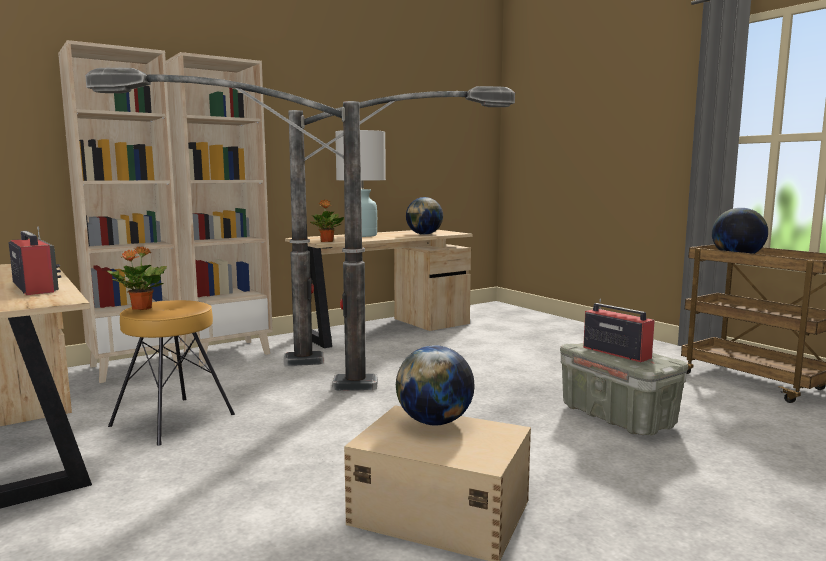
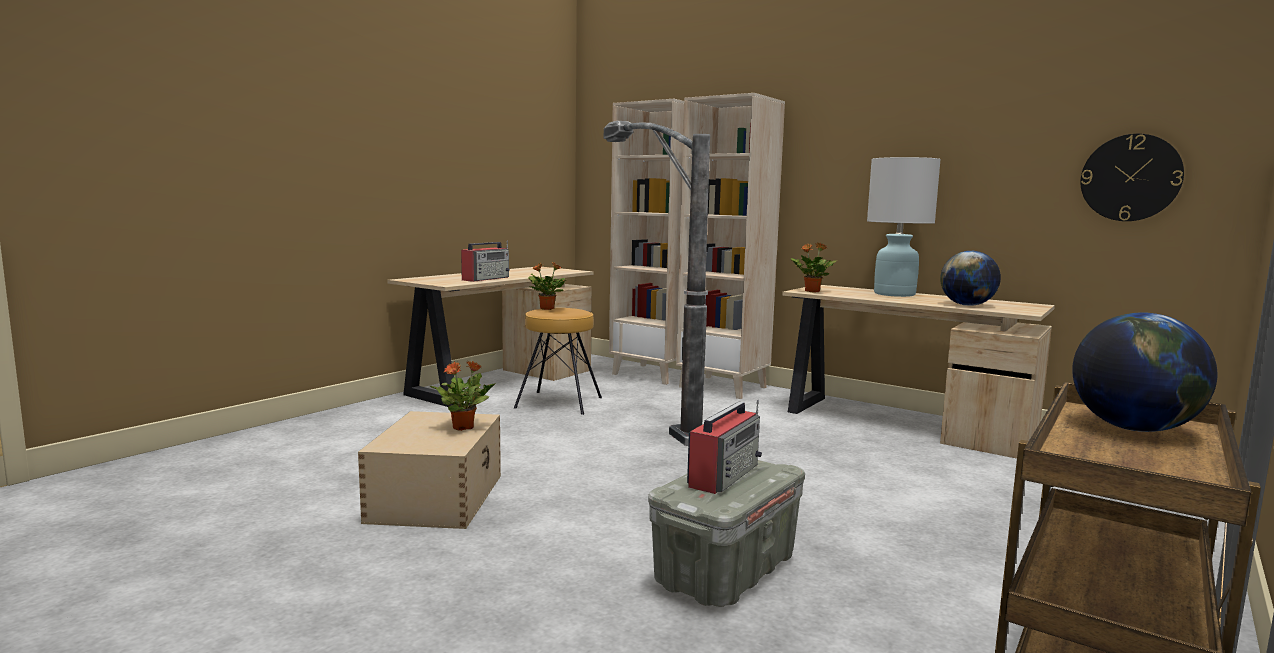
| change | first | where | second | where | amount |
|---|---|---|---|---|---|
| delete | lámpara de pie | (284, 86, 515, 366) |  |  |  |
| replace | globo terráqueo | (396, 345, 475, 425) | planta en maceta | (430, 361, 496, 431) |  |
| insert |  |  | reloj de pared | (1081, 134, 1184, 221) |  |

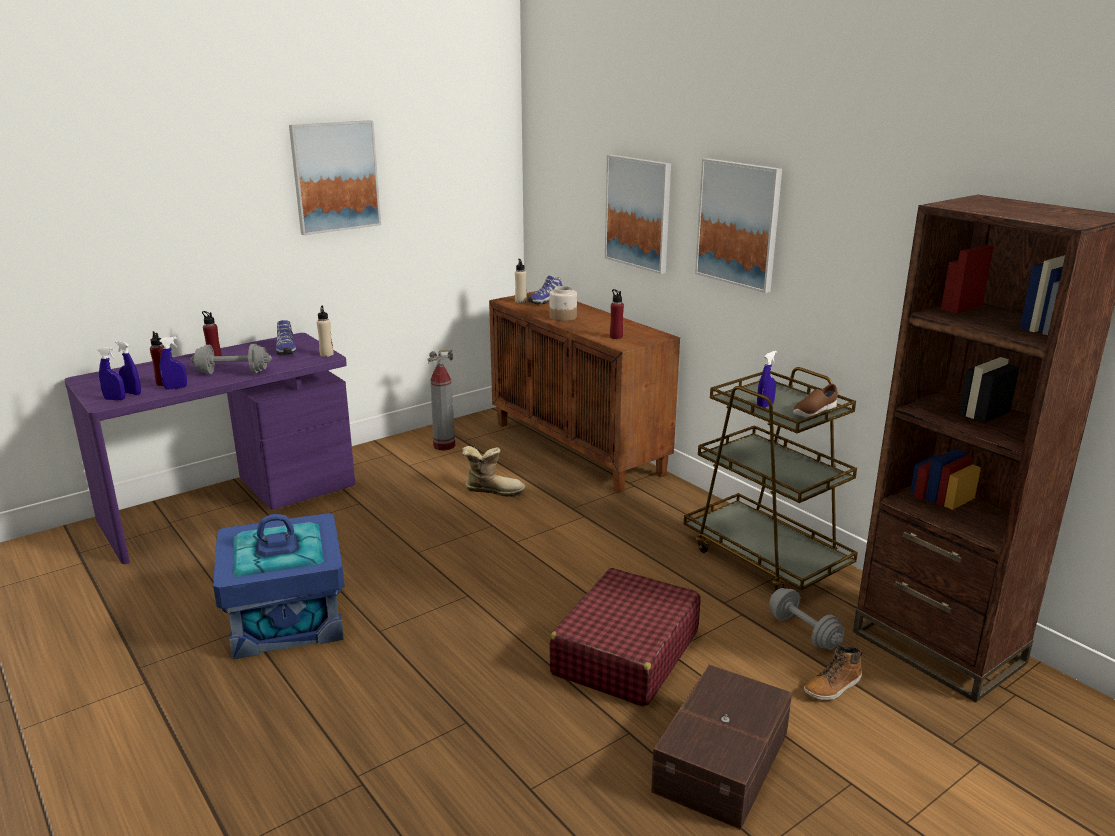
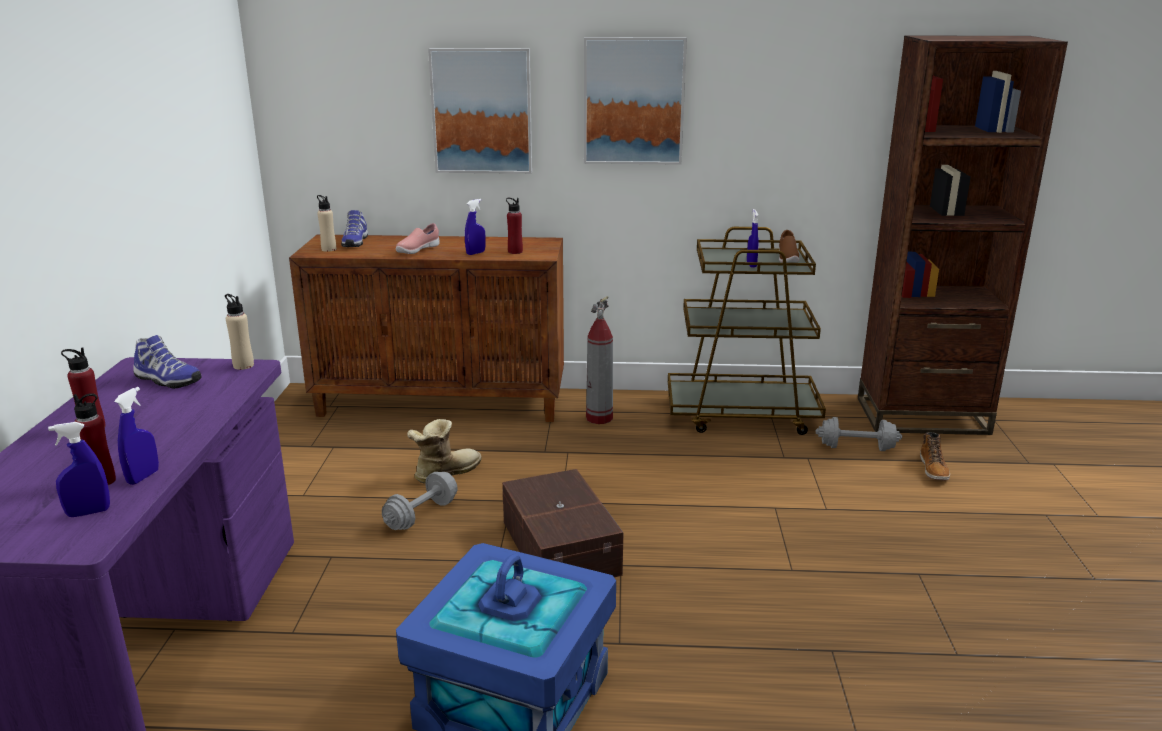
| change | first | where | second | where | amount |
|---|---|---|---|---|---|
| move | pulverizador (azul) | (97, 347, 125, 400) |  | (465, 199, 486, 255) |  |
| move | mancuerna (gris) | (190, 344, 272, 374) |  | (382, 472, 458, 530) |  |
| delete | cuadro | (289, 120, 381, 235) |  |  |  |
| move | extintor | (427, 349, 455, 451) |  | (586, 296, 613, 424) |  |
| replace | tarro | (549, 286, 577, 321) | zapato (rosa) | (396, 223, 440, 254) |  |
| delete | maleta (rojo) | (549, 568, 701, 707) |  |  |  |
| move | caja de almacenaje (marrón) | (651, 665, 792, 830) |  | (502, 469, 623, 577) |  |

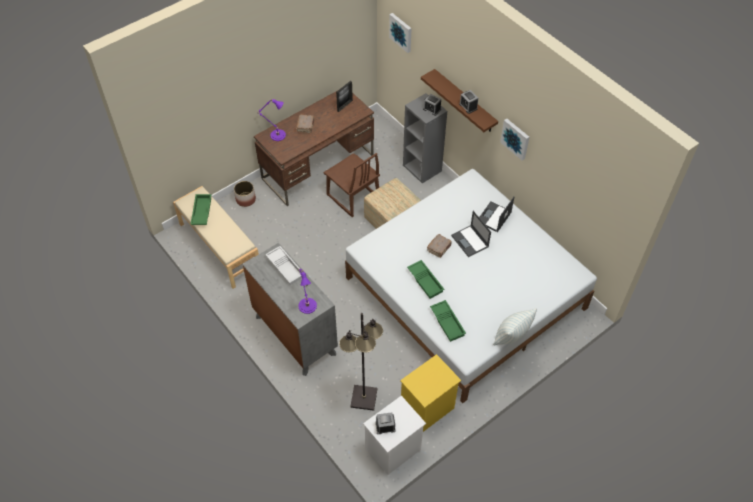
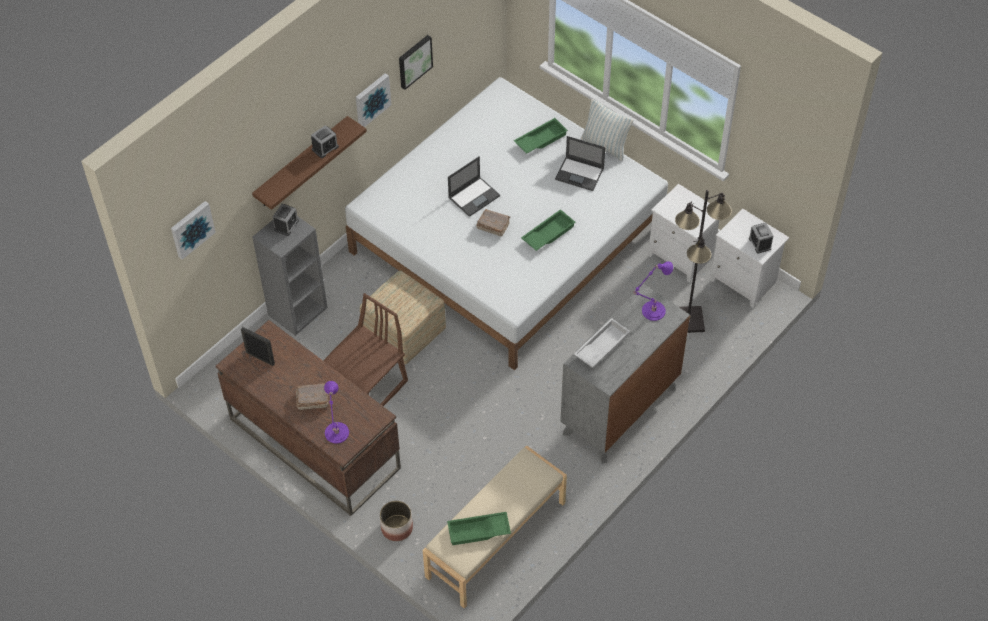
| change | first | where | second | where | amount |
|---|---|---|---|---|---|
| recolor | mesita de noche (amarillo) | (400, 354, 461, 432) | mesita de noche (blanco) | (648, 184, 719, 283) |  |
| move | bandeja (verde) | (430, 300, 466, 342) |  | (514, 118, 568, 154) |  |
| move | portátil | (479, 196, 515, 232) |  | (555, 136, 605, 191) |  |
| insert |  |  | cuadro | (399, 35, 433, 90) |  |

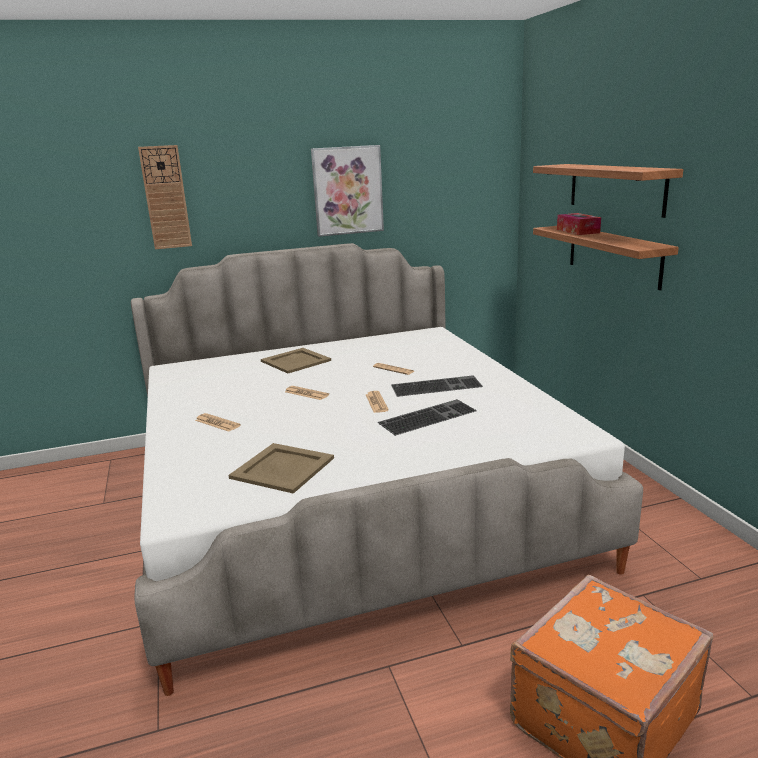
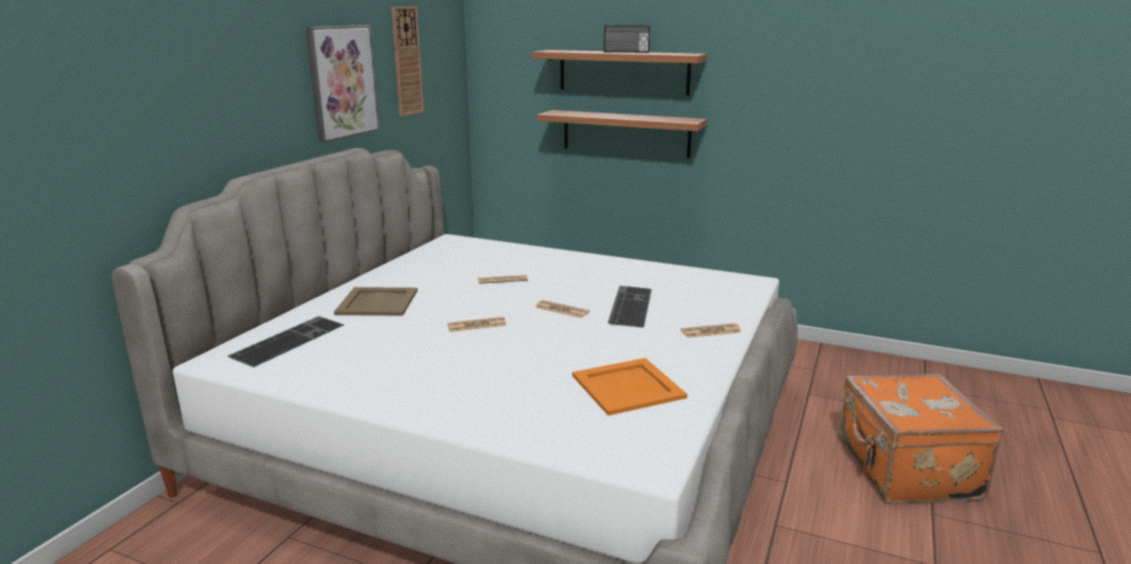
| change | first | where | second | where | amount |
|---|---|---|---|---|---|
| move | reloj de pared | (138, 145, 192, 249) |  | (391, 7, 424, 117) |  |
| move | periódico | (195, 413, 241, 432) |  | (681, 323, 741, 338) |  |
| recolor | bandeja (beis) | (228, 443, 334, 494) | bandeja (naranja) | (572, 358, 687, 416) |  |
| move | teclado | (391, 375, 483, 397) |  | (228, 316, 344, 367) |  |
| delete | caja de pañuelos | (557, 213, 601, 235) |  |  |  |
| insert |  |  | radio | (604, 25, 650, 53) |  |

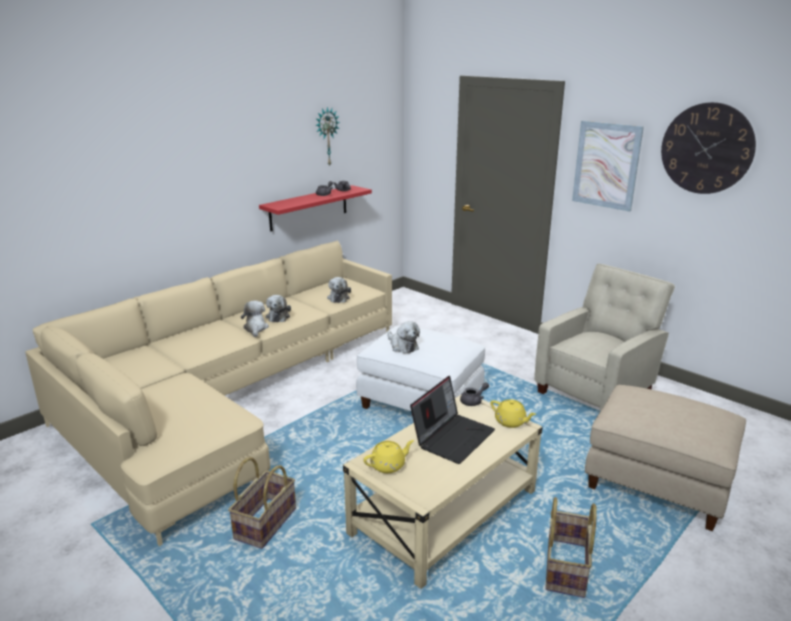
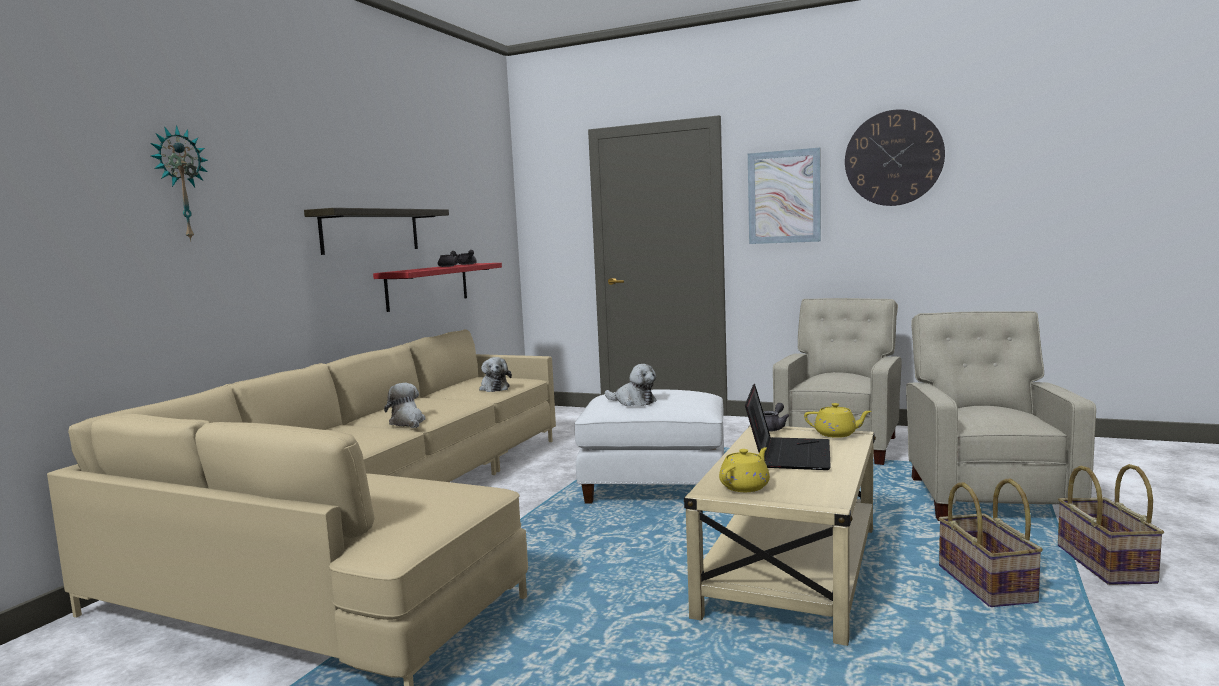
| change | first | where | second | where | amount |
|---|---|---|---|---|---|
| move | cesta | (228, 457, 296, 549) |  | (1058, 464, 1164, 585) |  |
| delete | peluche | (266, 295, 291, 322) |  |  |  |
| move | reloj de pared | (316, 107, 340, 166) |  | (151, 125, 208, 241) |  |
| replace | puf (beis) | (585, 385, 746, 531) | sillón (beis) | (906, 311, 1096, 521) |  |
| insert |  |  | estante | (304, 208, 449, 255) |  |

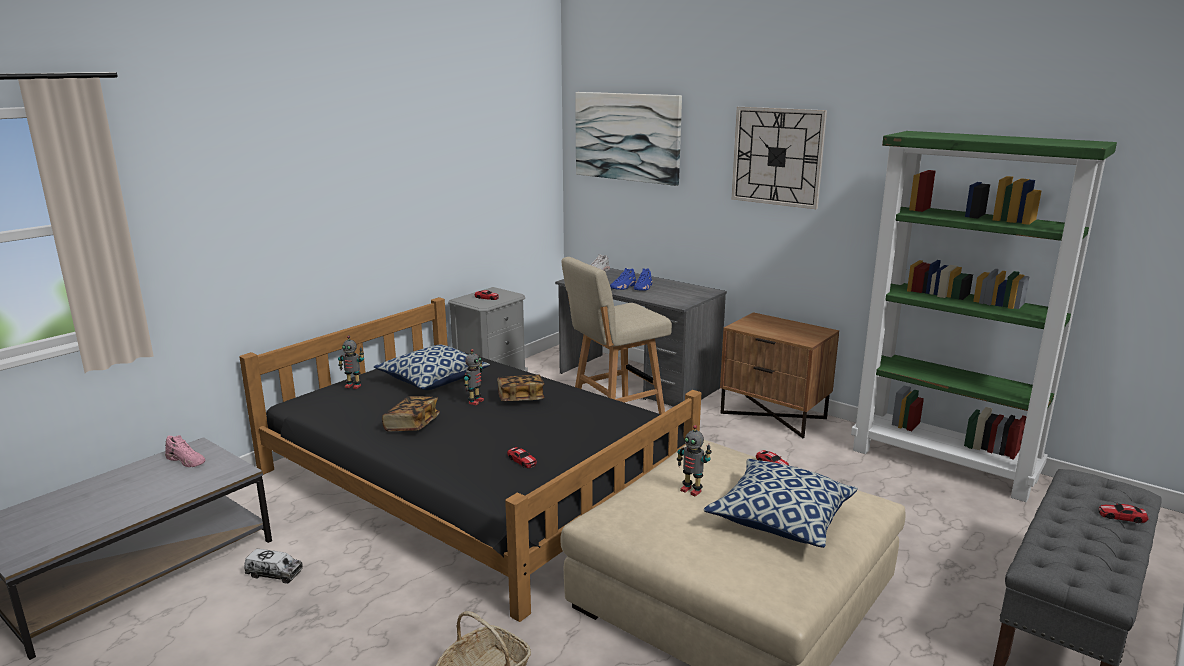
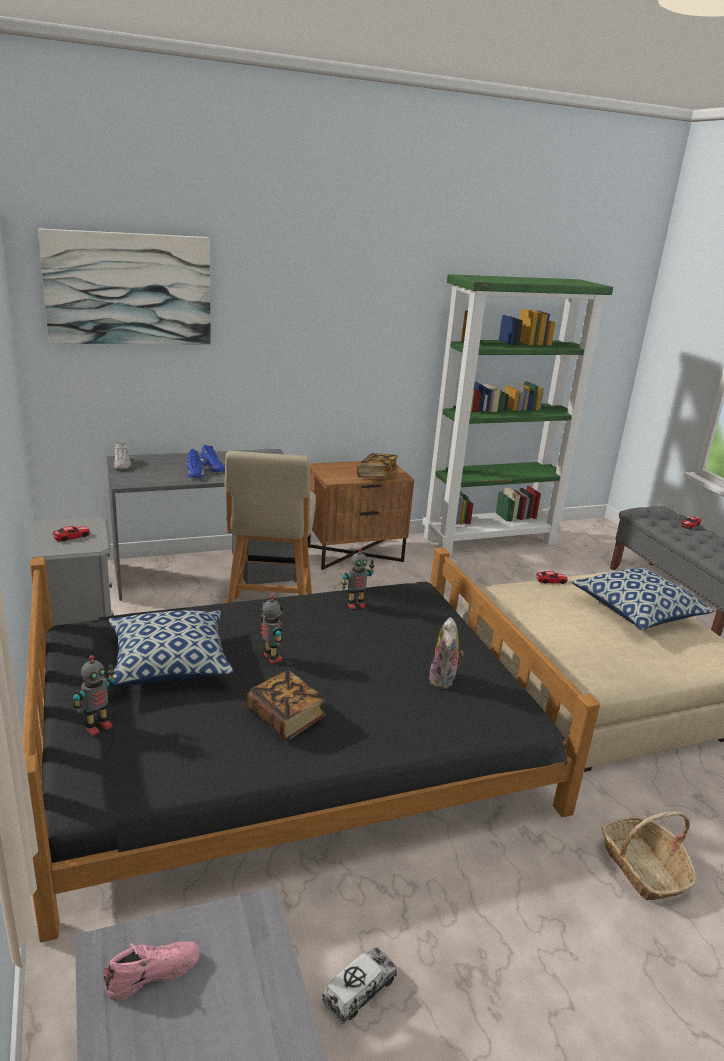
| change | first | where | second | where | amount |
|---|---|---|---|---|---|
| move | libro | (497, 374, 544, 401) |  | (357, 453, 398, 478) |  |
| replace | coche de juguete | (507, 447, 537, 468) | peluche | (429, 617, 464, 689) |  |
| move | robot de juguete | (677, 425, 712, 497) |  | (341, 548, 374, 609) |  |
| delete | reloj de pared | (732, 107, 827, 209) |  |  |  |

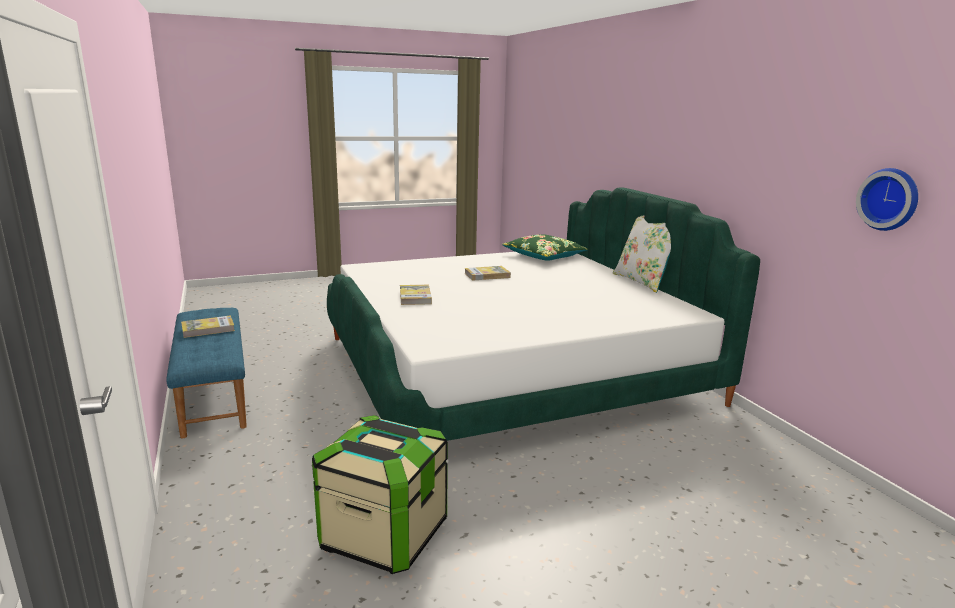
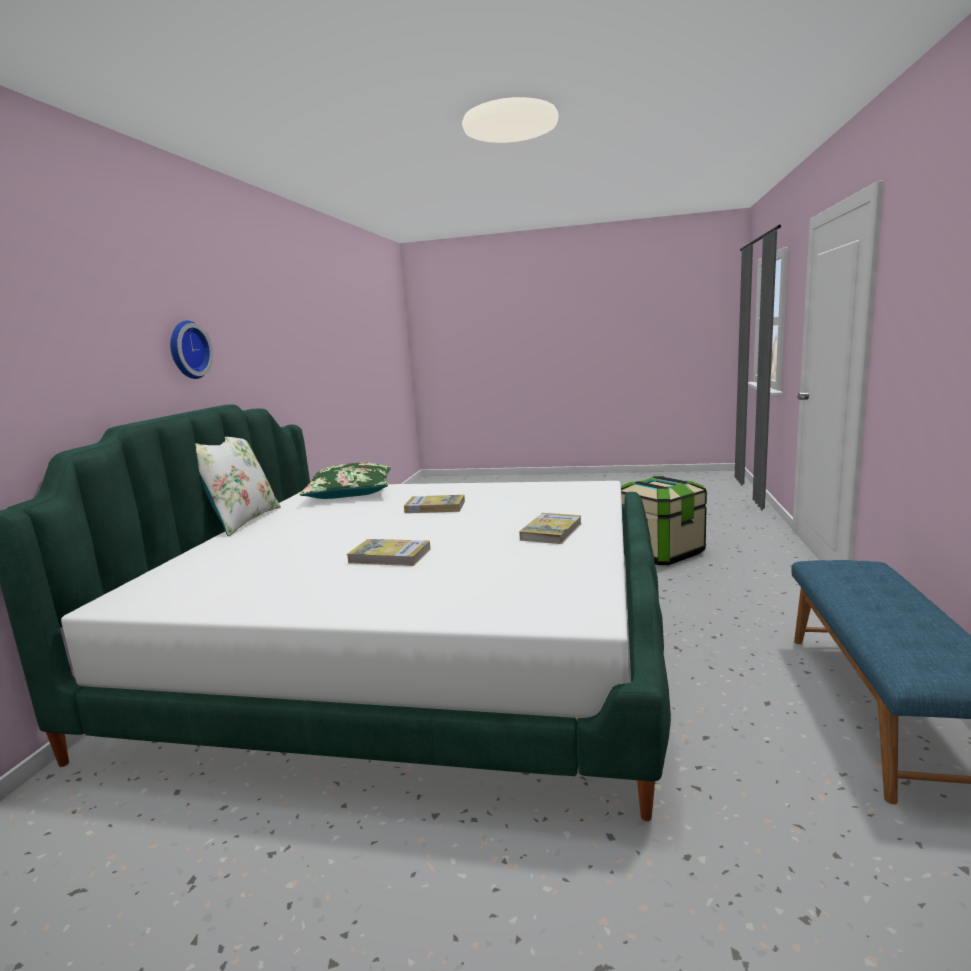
| change | first | where | second | where | amount |
|---|---|---|---|---|---|
| move | libro | (181, 315, 235, 338) |  | (404, 495, 465, 513) |  |
| move | cojín (verde) | (502, 234, 588, 261) |  | (300, 463, 391, 499) |  |
| move | reloj de pared | (856, 168, 918, 231) |  | (170, 321, 213, 379) |  |

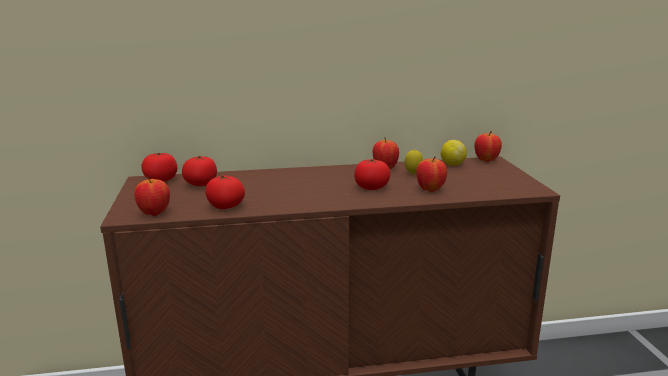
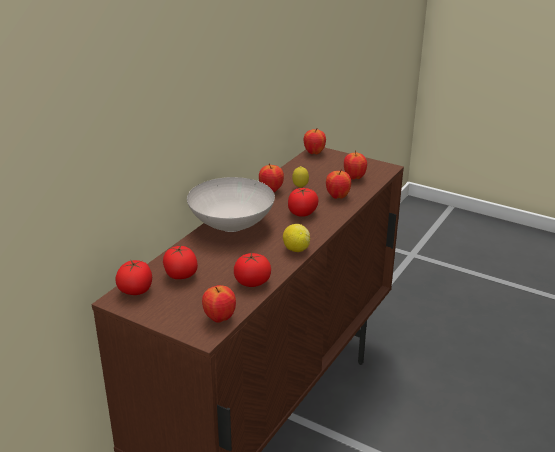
| change | first | where | second | where | amount |
|---|---|---|---|---|---|
| move | limón | (441, 140, 467, 166) |  | (283, 224, 310, 252) |  |
| insert |  |  | cuenco (blanco) | (187, 177, 275, 232) |  |
| insert |  |  | manzana | (344, 151, 367, 180) |  |

